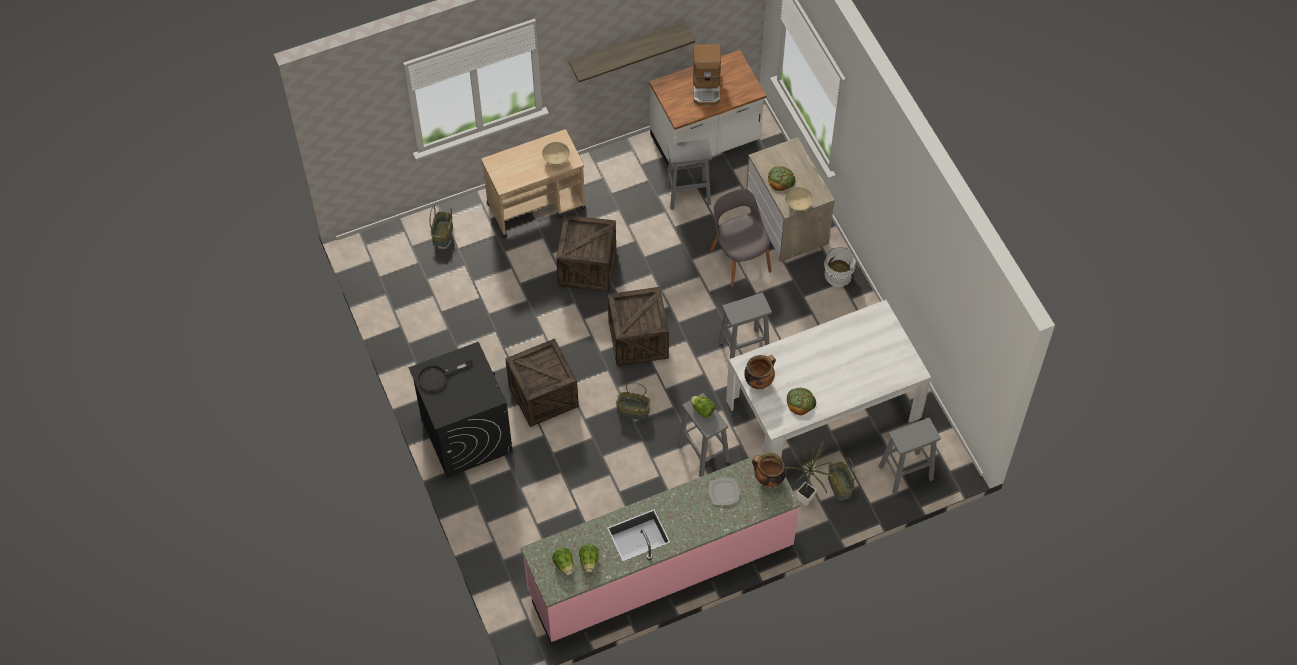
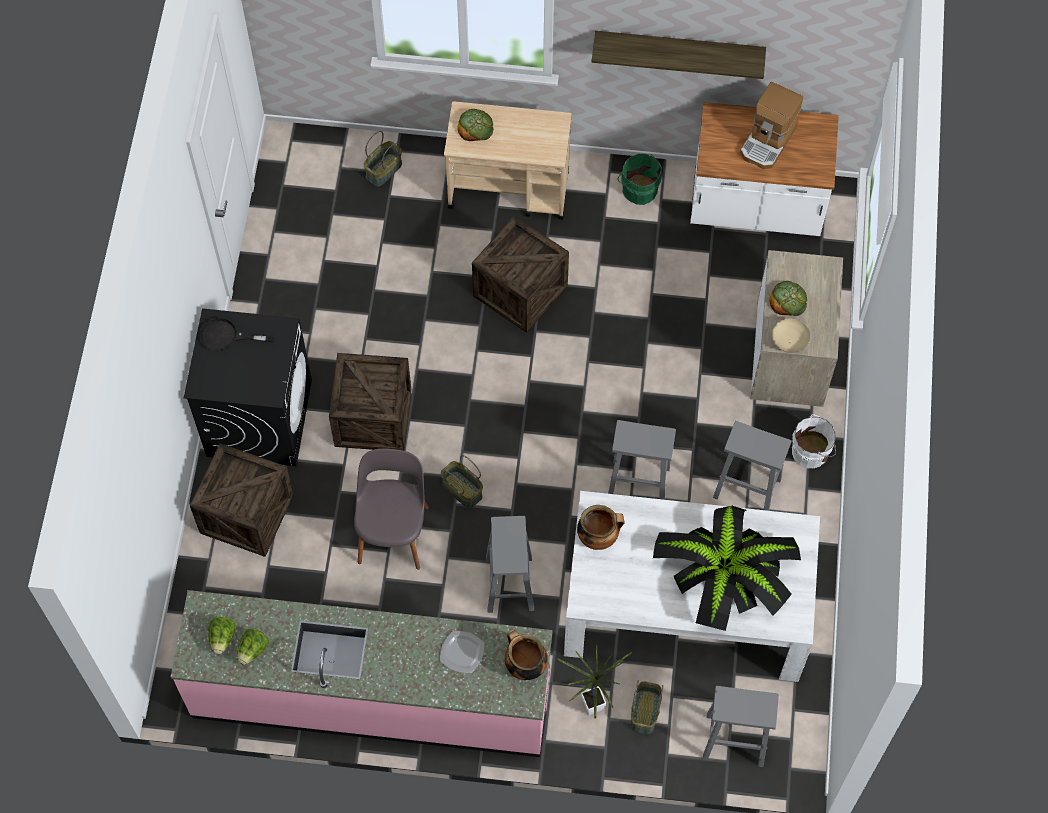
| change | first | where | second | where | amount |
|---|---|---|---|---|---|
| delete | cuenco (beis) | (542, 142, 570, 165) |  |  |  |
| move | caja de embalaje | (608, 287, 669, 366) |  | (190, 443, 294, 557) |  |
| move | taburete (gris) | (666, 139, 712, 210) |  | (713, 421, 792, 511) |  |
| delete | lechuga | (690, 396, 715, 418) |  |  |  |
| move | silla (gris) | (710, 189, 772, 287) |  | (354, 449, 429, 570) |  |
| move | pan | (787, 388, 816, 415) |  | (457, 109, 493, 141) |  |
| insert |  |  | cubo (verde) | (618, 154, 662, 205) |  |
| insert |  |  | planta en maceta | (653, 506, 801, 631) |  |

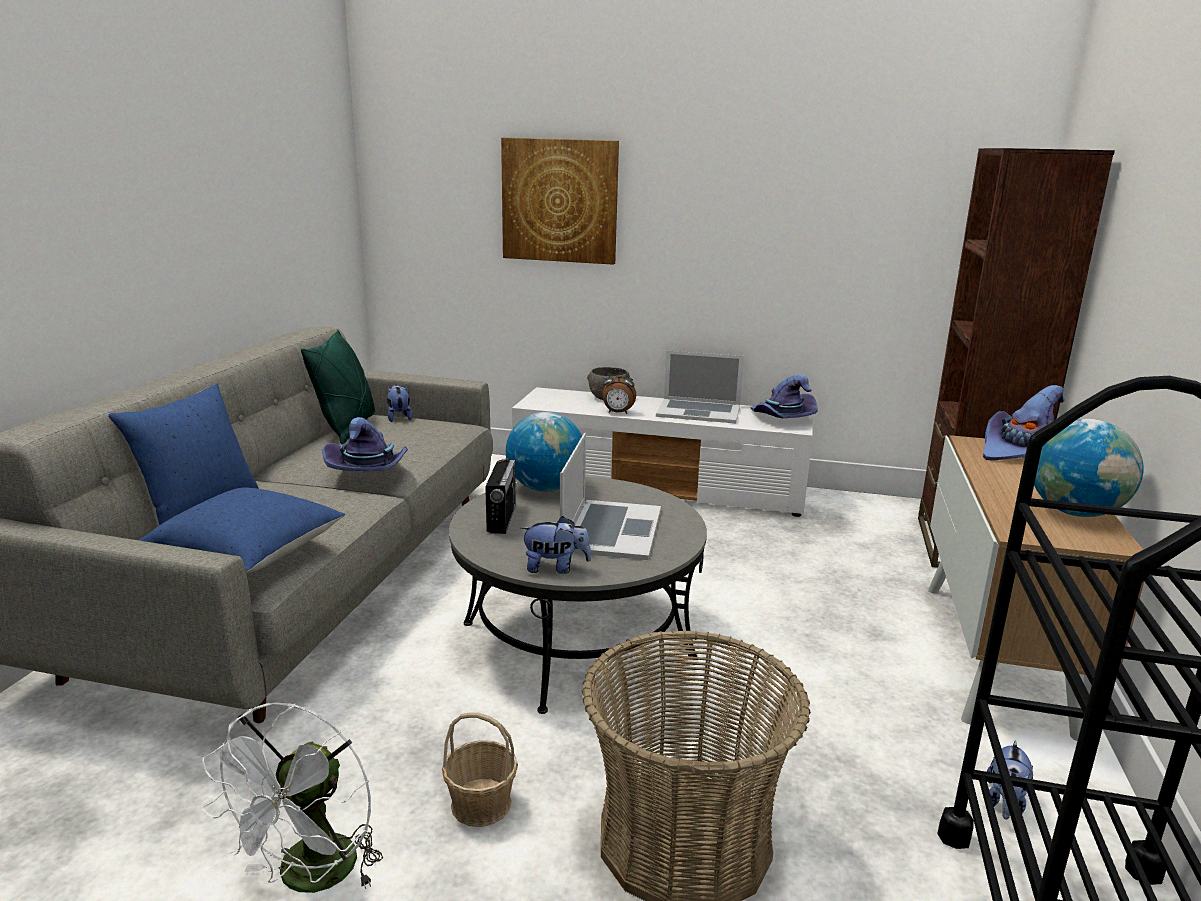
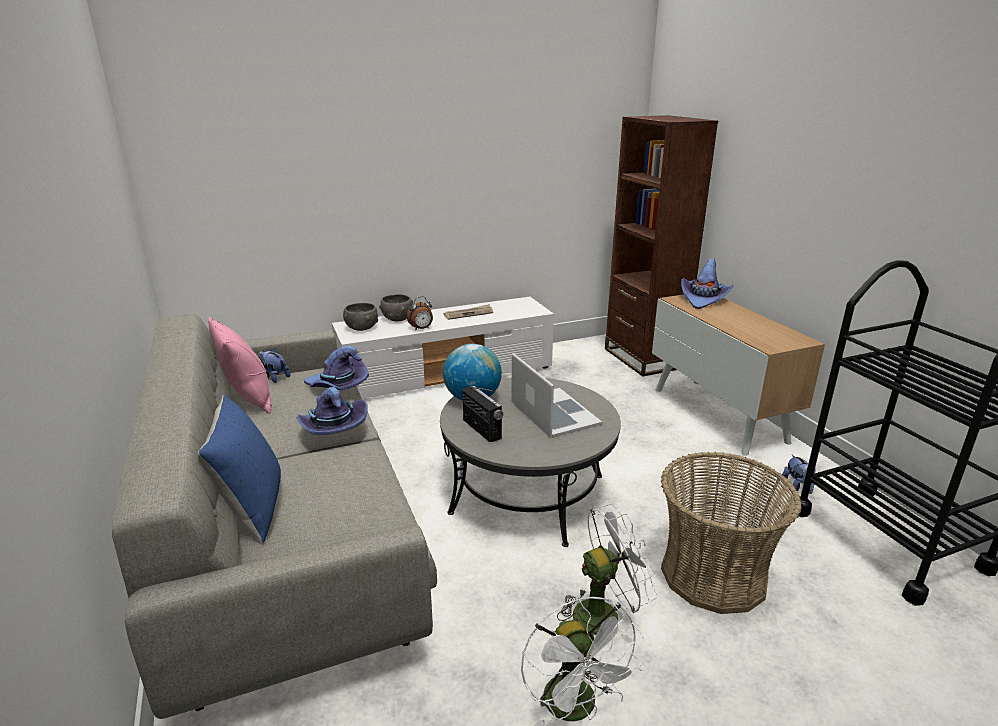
| change | first | where | second | where | amount |
|---|---|---|---|---|---|
| delete | cojín (azul) | (139, 487, 345, 573) |  |  |  |
| recolor | cojín (verde) | (301, 330, 375, 444) | cojín (rosa) | (208, 316, 272, 414) |  |
| replace | cesta | (442, 712, 518, 827) | ventilador (blanco) | (557, 504, 658, 644) |  |
| delete | cuadro | (501, 137, 619, 265) |  |  |  |
| delete | peluche | (520, 516, 591, 574) |  |  |  |
| replace | portátil | (656, 351, 744, 423) | periódico | (444, 304, 493, 320) |  |
| move | sombrero (morado) | (751, 375, 818, 418) |  | (304, 346, 369, 390) |  |
| delete | globo terráqueo | (1034, 419, 1143, 517) |  |  |  |
| insert |  |  | cuenco (gris) | (343, 303, 378, 331) |  |

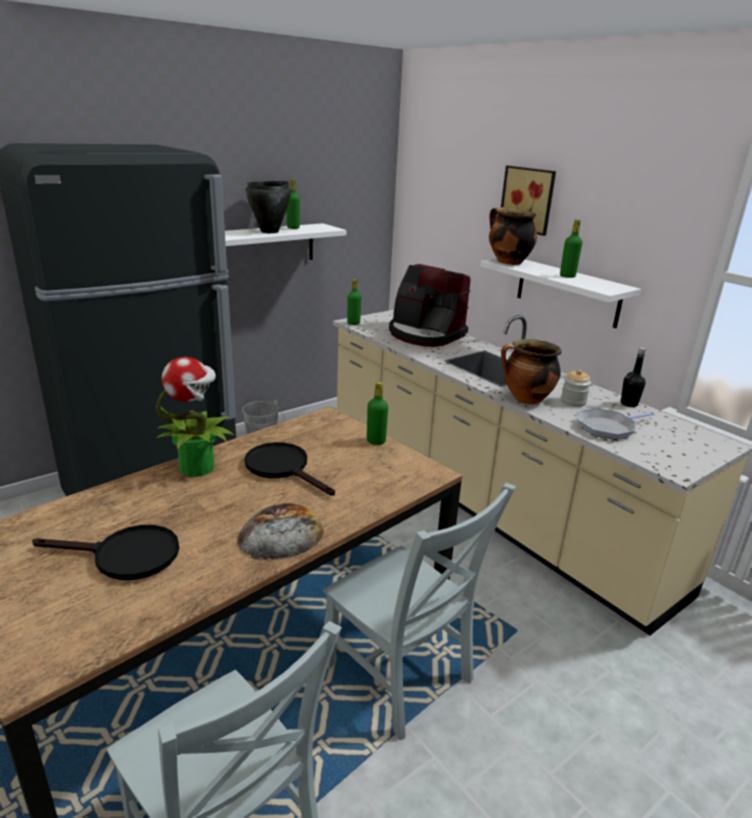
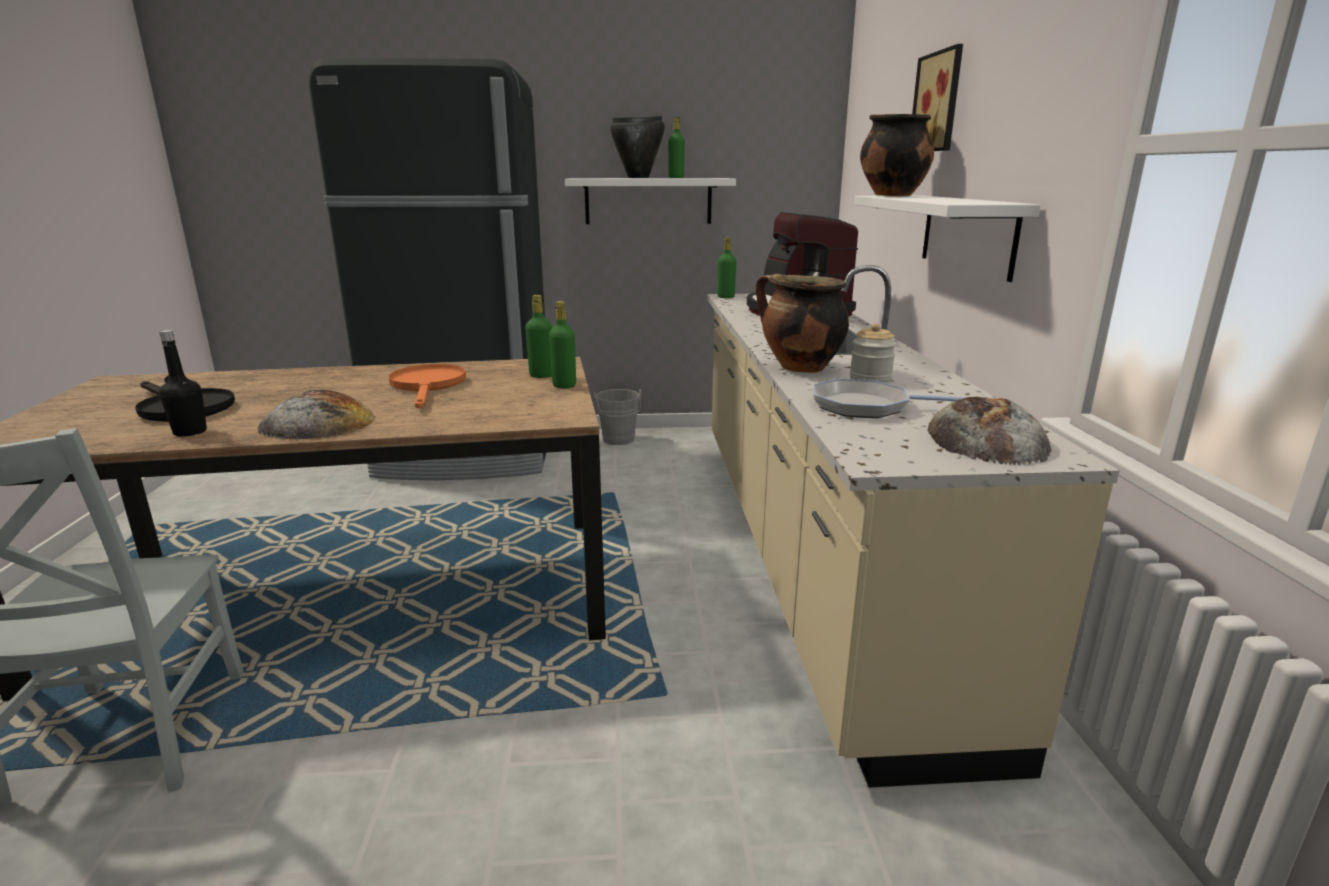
| change | first | where | second | where | amount |
|---|---|---|---|---|---|
| delete | planta en maceta | (156, 357, 234, 477) |  |  |  |
| recolor | sartén (negro) | (245, 442, 335, 496) | sartén (naranja) | (388, 364, 466, 409) |  |
| delete | silla (gris) | (323, 483, 516, 740) |  |  |  |
| move | botella (verde) | (560, 220, 582, 278) |  | (525, 295, 552, 378) |  |
| move | botella (negro) | (621, 348, 646, 407) |  | (159, 330, 207, 437) |  |
| insert |  |  | pan | (927, 397, 1052, 465) |  |

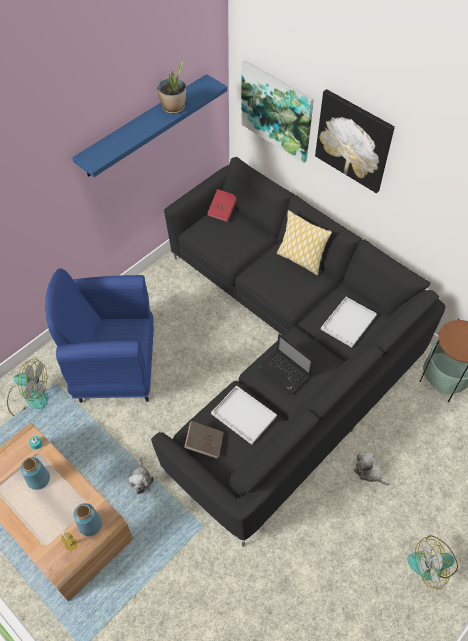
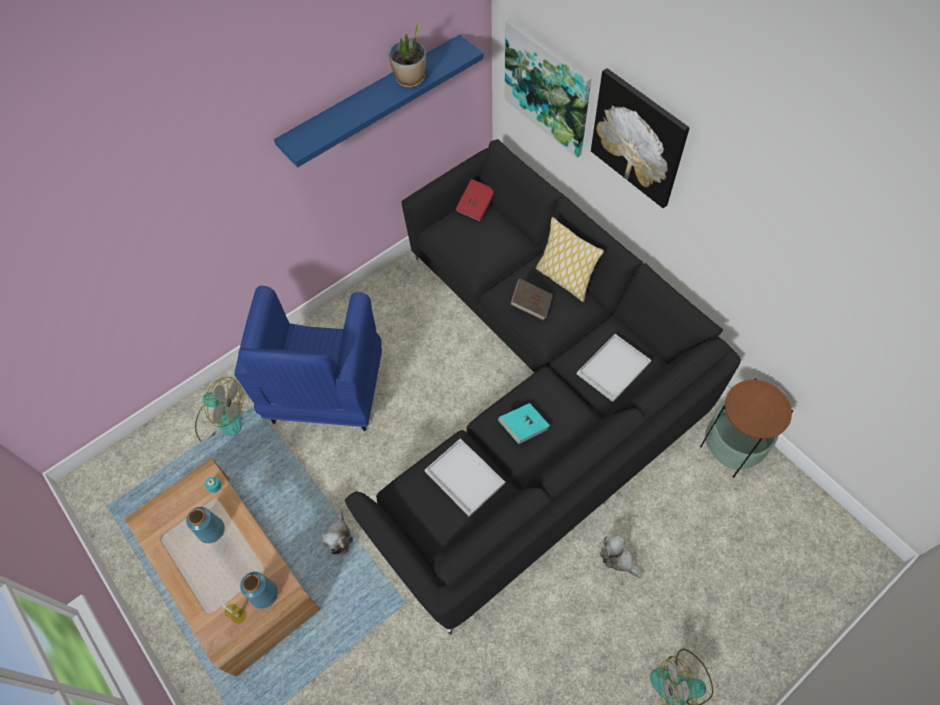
| change | first | where | second | where | amount |
|---|---|---|---|---|---|
| rotate | sillón (azul) | (45, 268, 154, 403) |  | (234, 286, 382, 431) | 90 degrees counterclockwise |
| move | libro (marrón) | (184, 421, 224, 459) |  | (510, 278, 553, 320) |  |
| replace | portátil | (257, 333, 313, 395) | libro (turquesa) | (498, 403, 550, 444) |  |

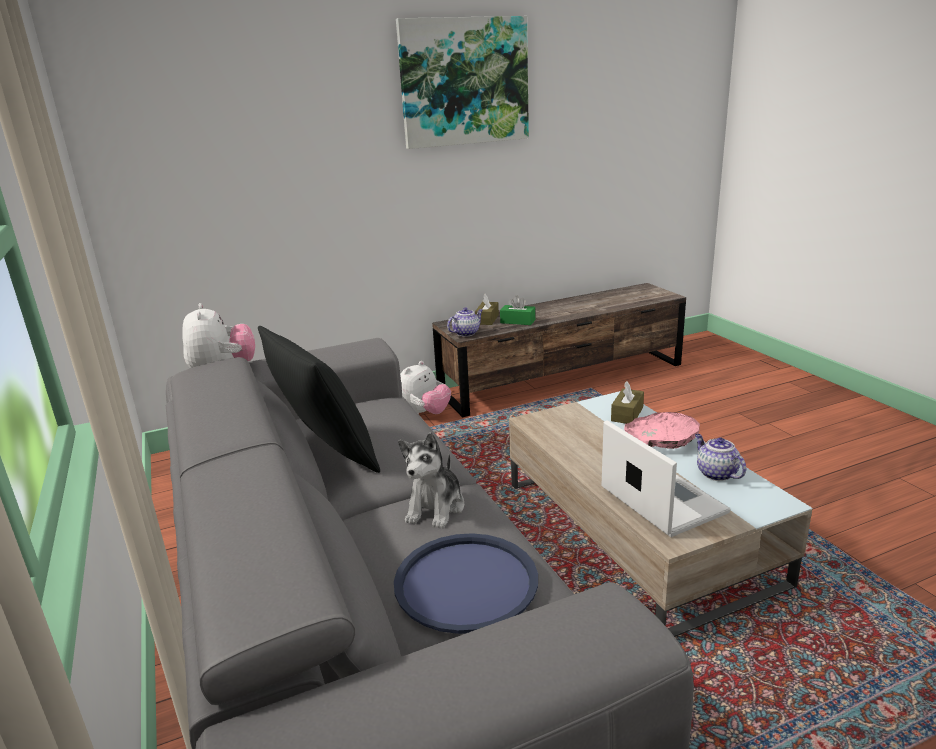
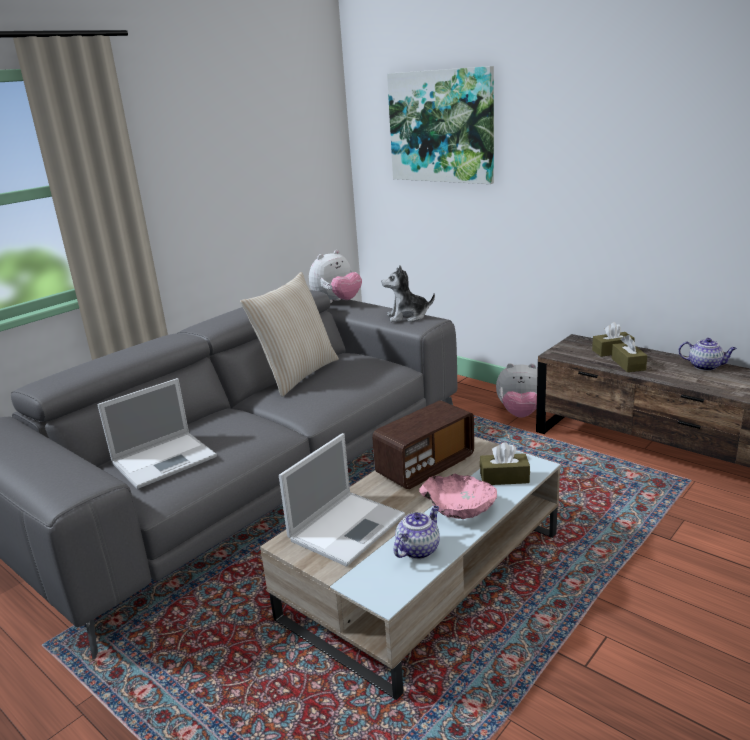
| change | first | where | second | where | amount |
|---|---|---|---|---|---|
| recolor | cojín (negro) | (258, 326, 380, 473) | cojín (beis) | (240, 272, 339, 397) |  |
| replace | bandeja (azul) | (394, 533, 538, 634) | portátil | (97, 378, 217, 489) |  |
| move | cuadro | (396, 16, 529, 149) |  | (387, 66, 494, 184) |  |
| move | peluche | (398, 432, 464, 529) |  | (382, 266, 435, 322) |  |
| move | tetera | (447, 308, 483, 337) |  | (679, 338, 737, 371) |  |
| recolor | caja de pañuelos (verde) | (500, 296, 535, 325) | caja de pañuelos (marrón) | (612, 335, 647, 372) |  |
| insert |  |  | radio | (372, 400, 474, 489) |  |

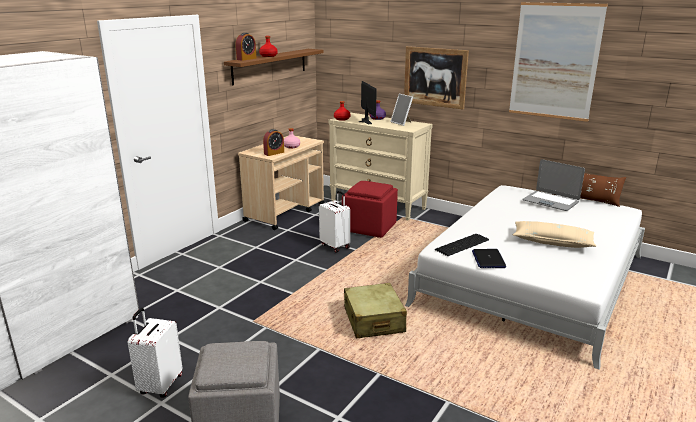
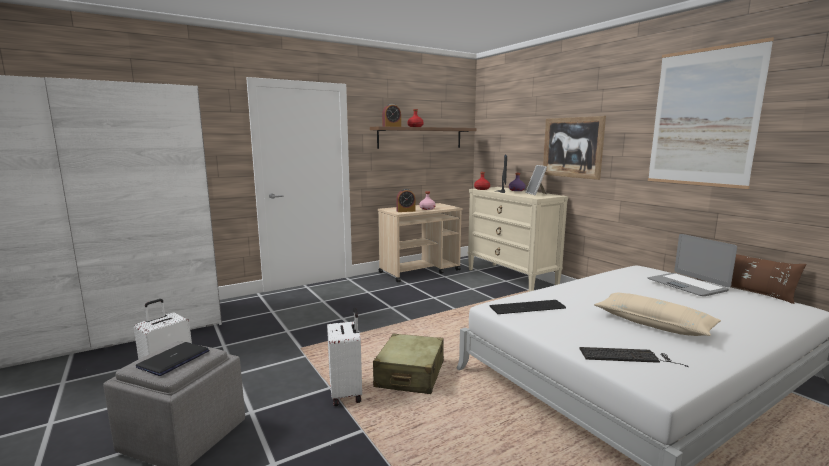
| change | first | where | second | where | amount |
|---|---|---|---|---|---|
| move | maleta (blanco) | (319, 191, 350, 253) |  | (327, 308, 362, 406) |  |
| delete | puf (rojo) | (342, 181, 398, 238) |  |  |  |
| move | portátil | (472, 249, 506, 268) |  | (136, 342, 209, 376) |  |
| insert |  |  | teclado | (579, 347, 689, 367) |  |

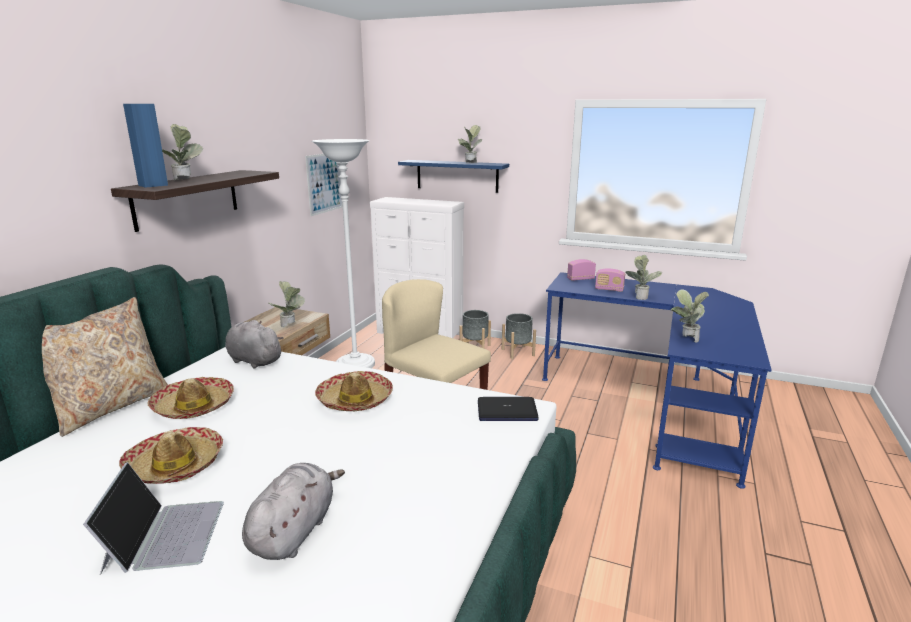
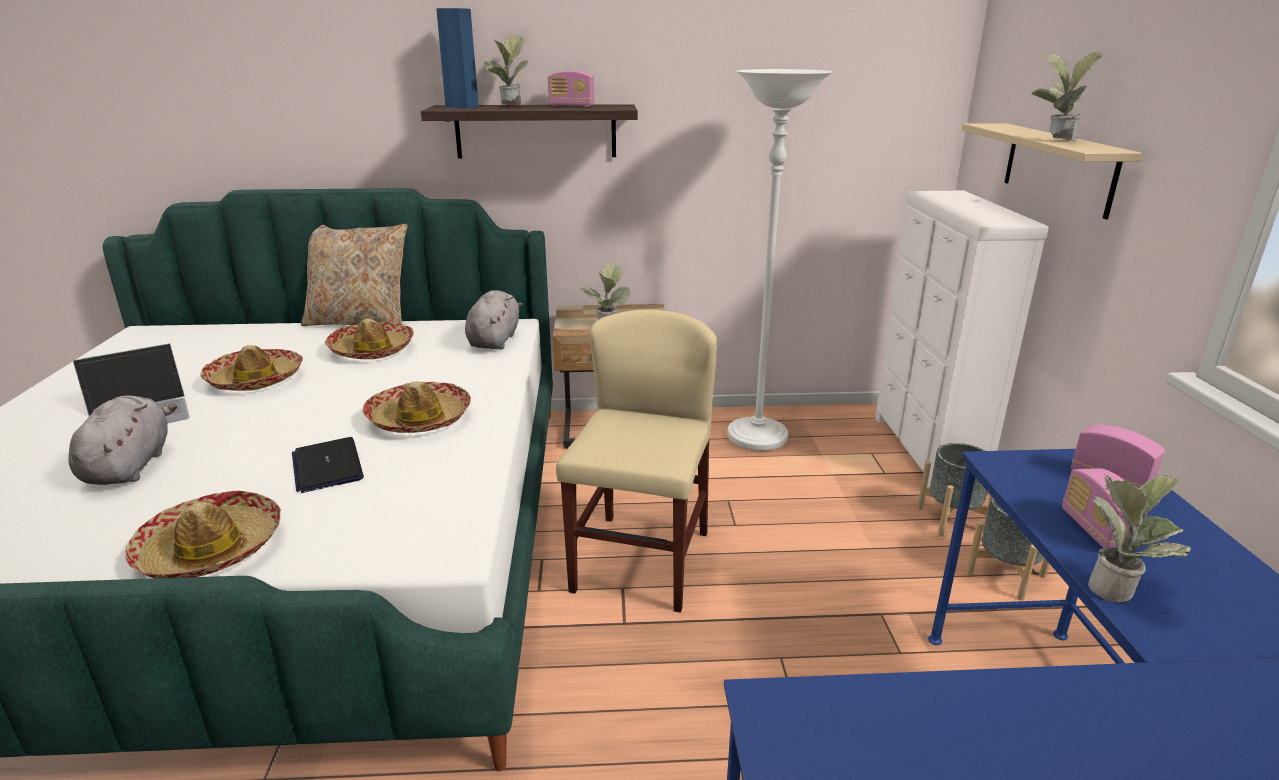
| change | first | where | second | where | amount |
|---|---|---|---|---|---|
| rotate | peluche (gris) | (242, 463, 345, 560) |  | (68, 395, 177, 485) | 90 degrees counterclockwise |
| delete | cuadro | (305, 154, 343, 216) |  |  |  |
| recolor | estante (azul) | (398, 160, 509, 193) | estante (beis) | (962, 123, 1143, 220) |  |
| move | portátil | (478, 397, 539, 421) |  | (292, 437, 364, 493) |  |
| delete | planta en maceta | (671, 289, 709, 342) |  |  |  |
| insert |  |  | sombrero | (125, 491, 281, 578) |  |
| insert |  |  | radio | (548, 70, 594, 107) |  |

